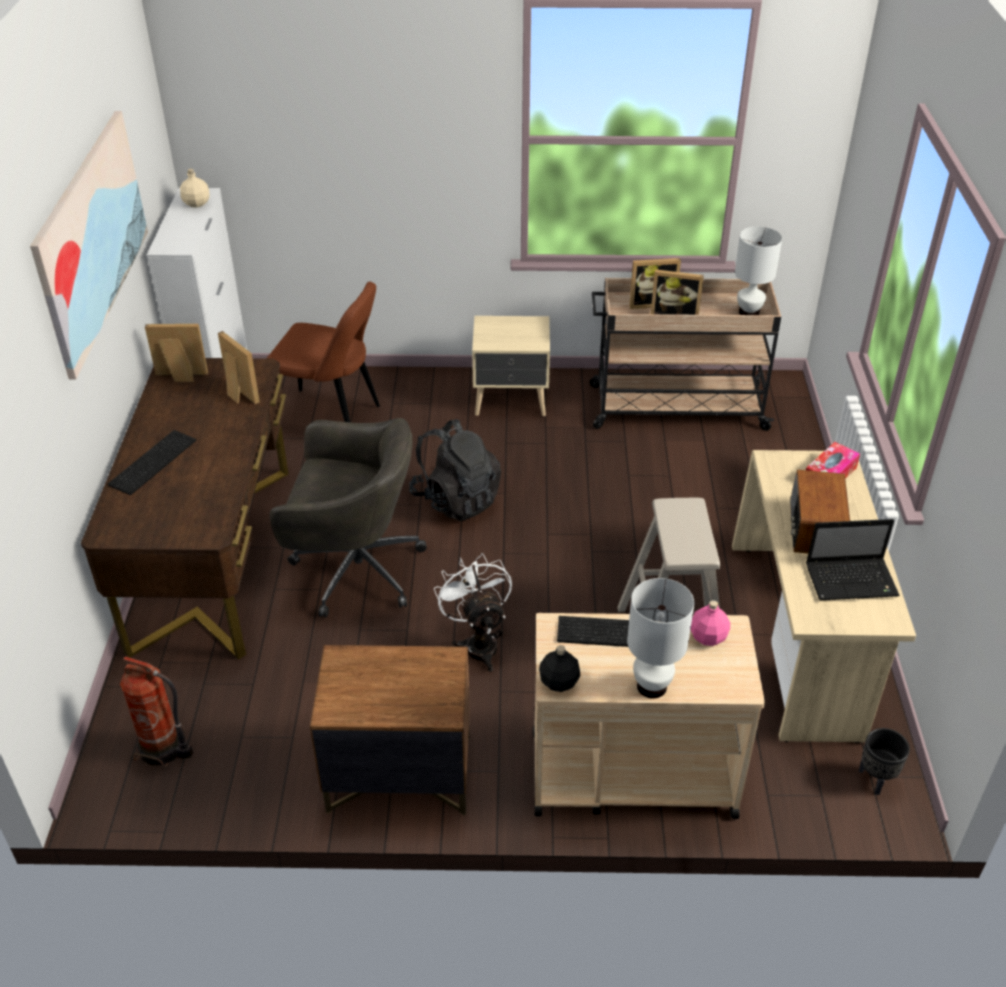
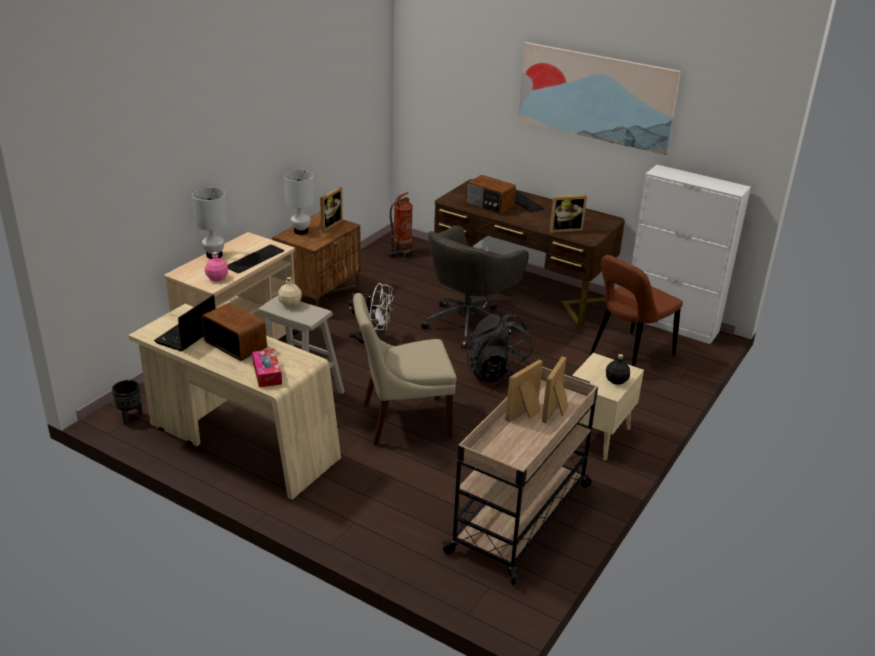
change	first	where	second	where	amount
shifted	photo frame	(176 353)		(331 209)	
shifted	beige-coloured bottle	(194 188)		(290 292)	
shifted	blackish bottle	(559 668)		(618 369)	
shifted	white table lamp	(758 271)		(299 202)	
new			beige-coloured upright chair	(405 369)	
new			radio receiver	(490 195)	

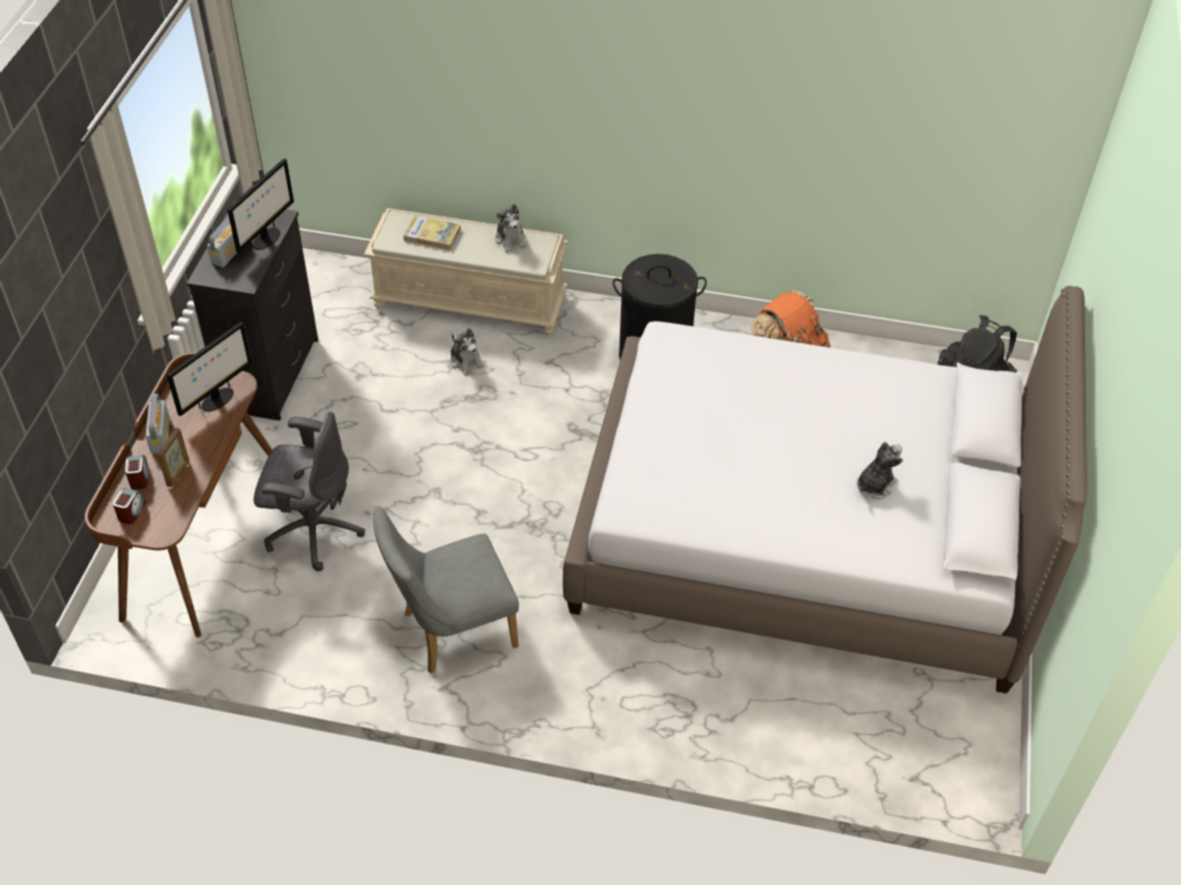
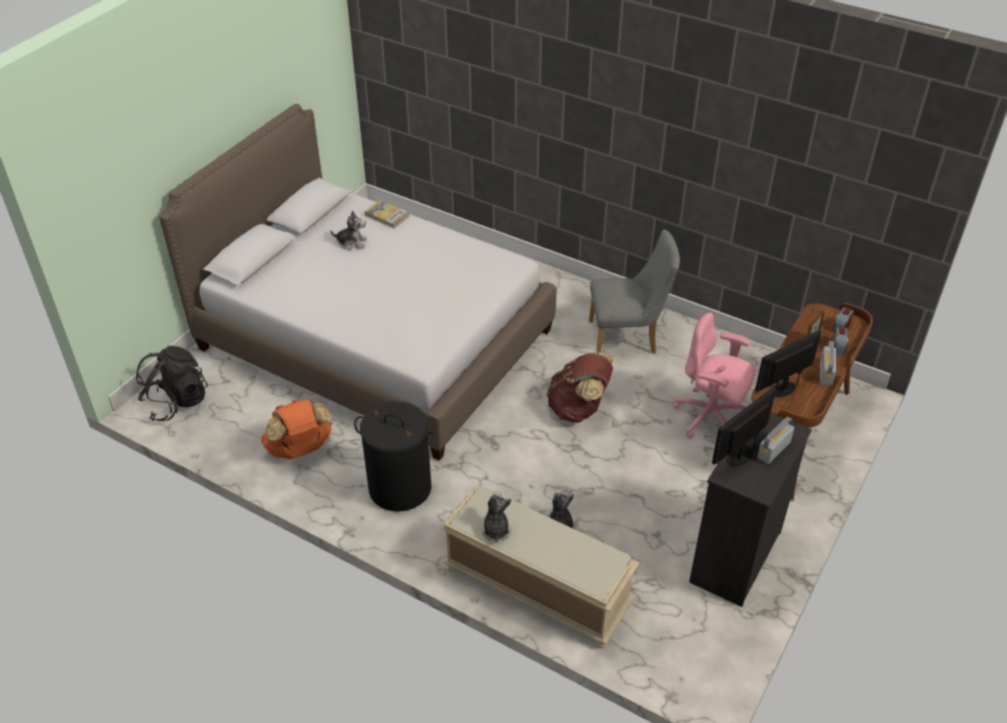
change	first	where	second	where	amount
repainted	gray computer chair	(309 491)	pink computer chair	(715 376)	
shifted	volume	(432 233)		(386 214)	
rotated	cuddly toy	(879 471)		(349 230)	150 degrees counterclockwise
new			brown-coloured knapsack	(579 387)	

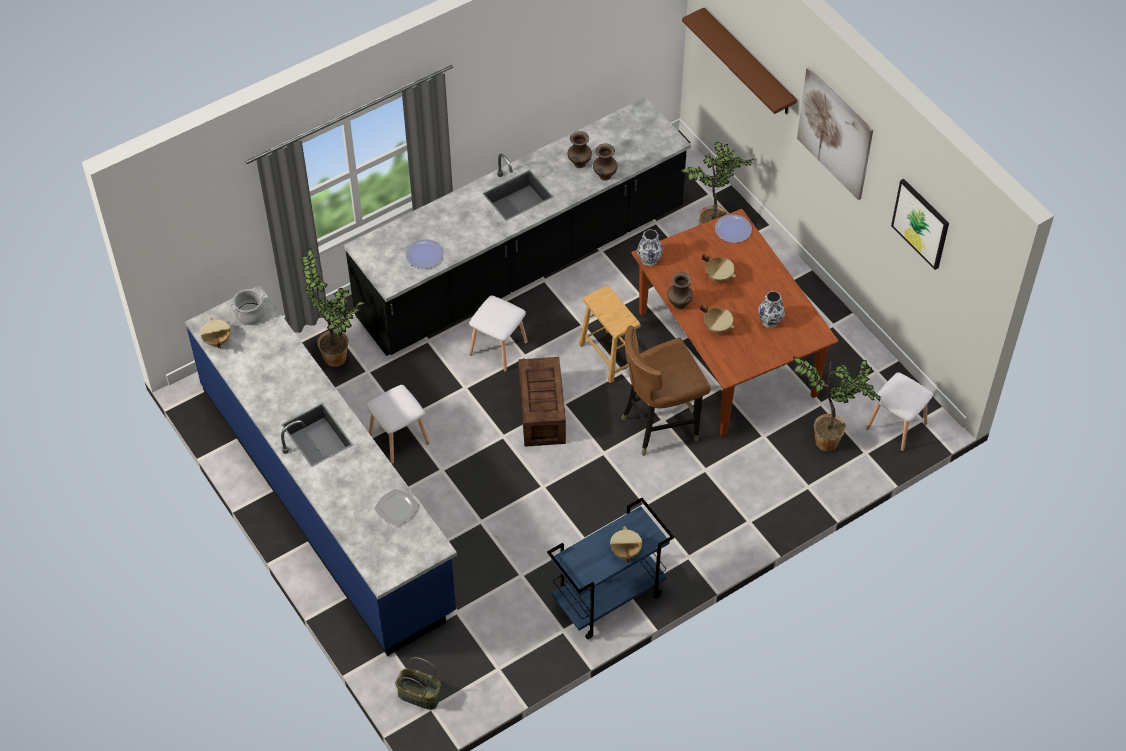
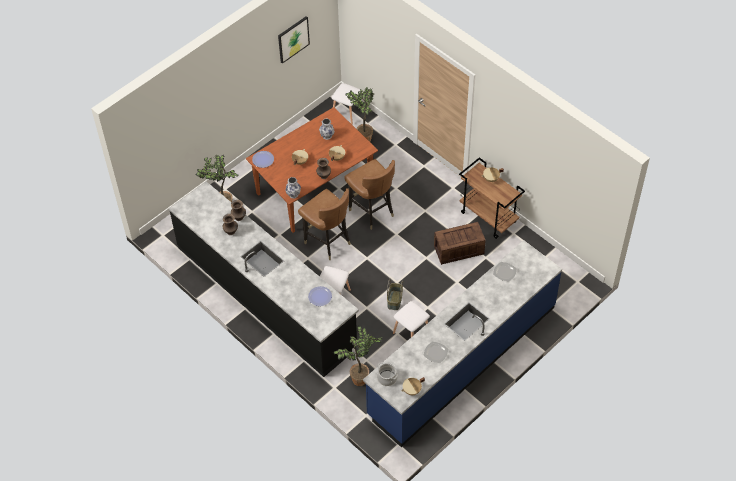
change	first	where	second	where	amount
shifted	household basket	(418 683)		(395 294)	
shifted	crate	(542 402)		(460 243)	
repainted	blue-coloured trolley	(610 568)	brown-coloured trolley	(492 198)	
swapped	brown-coloured stool	(610 334)	brown-coloured upright chair	(324 224)	
gone	brown-coloured shelf	(739 61)			
gone	wall picture	(835 134)			
new			dinner plate	(436 352)	

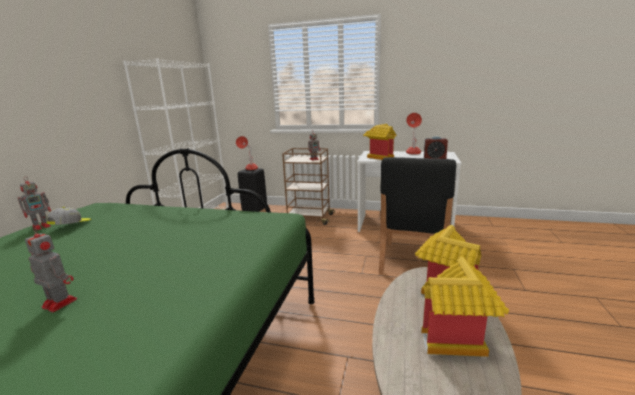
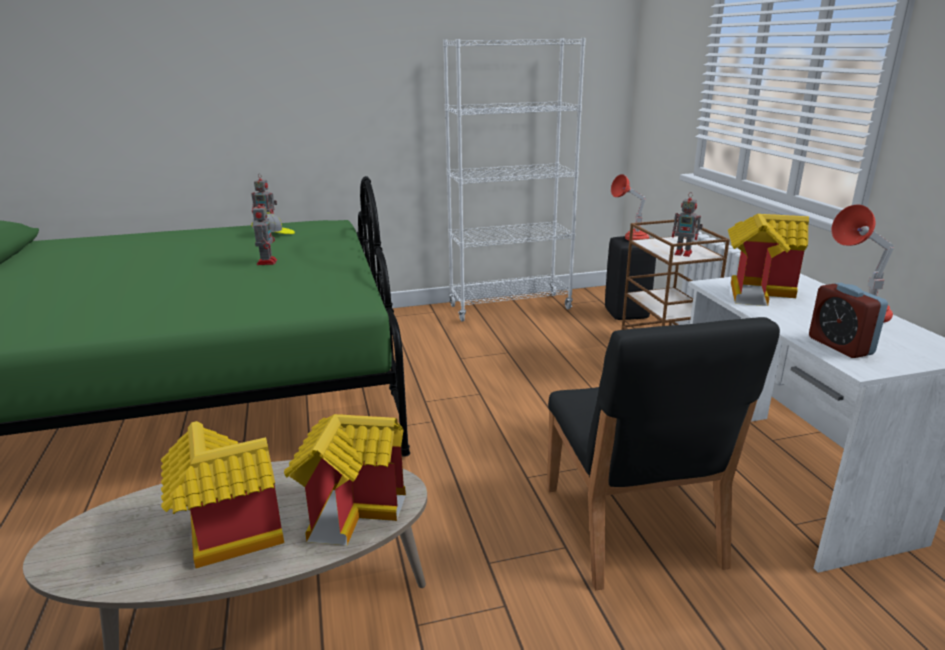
change	first	where	second	where	amount
shifted	model robot	(51 269)		(265 232)	
rotated	blackish upright chair	(417 215)		(663 453)	90 degrees counterclockwise

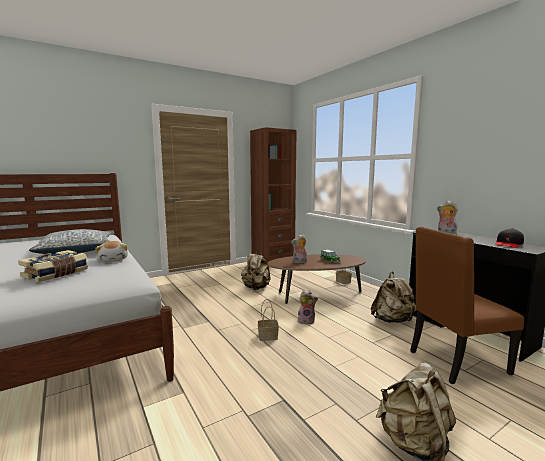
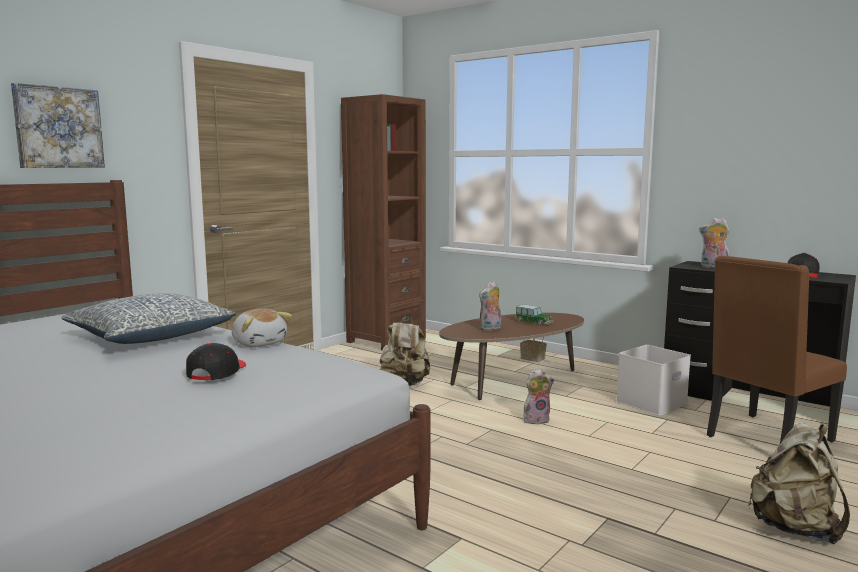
change	first	where	second	where	amount
swapped	volume	(53 266)	blackish cap	(216 361)	
gone	household basket	(268 320)			
swapped	beige-coloured knapsack	(393 297)	white storage container	(653 380)	
new			wall picture	(58 125)	

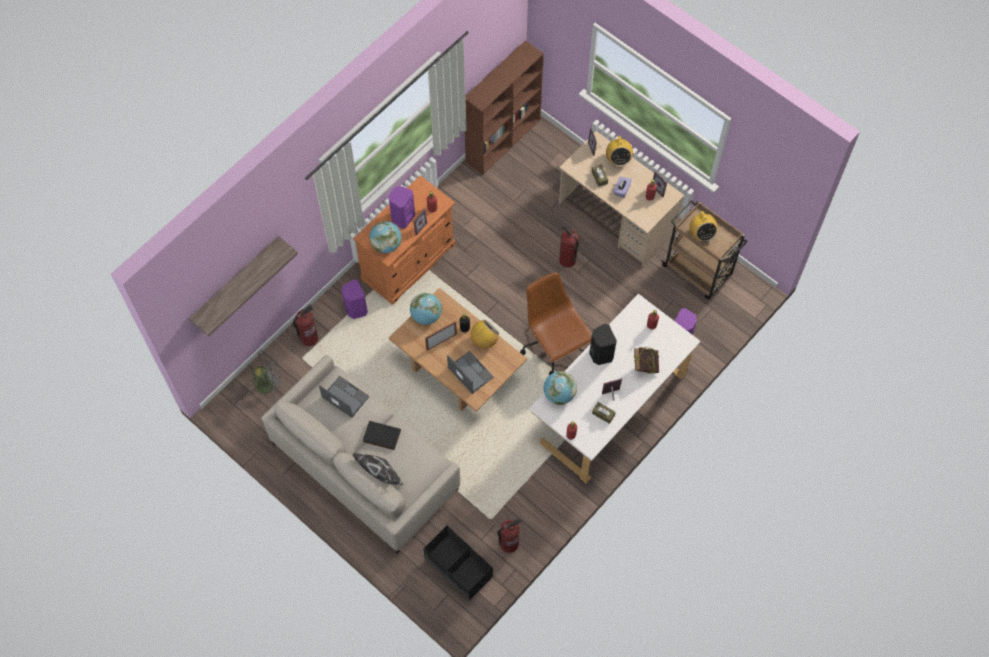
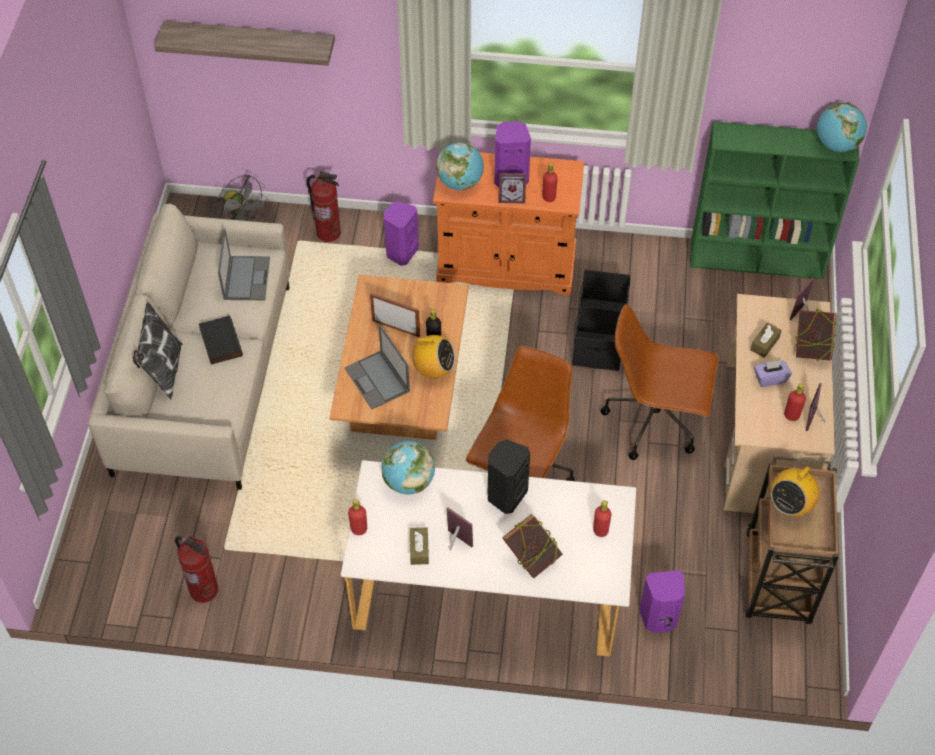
change	first	where	second	where	amount
shifted	world globe	(426 309)		(842 127)	
shifted	blackish storage container	(458 562)		(601 320)	
rotated	portable computer	(470 372)		(377 366)	135 degrees clockwise
repainted	brown-coloured shelving unit	(504 107)	green-coloured shelving unit	(775 200)	
swapped	fire-fighting cylinder	(569 245)	brown-coloured computer chair	(660 382)	
swapped	radio receiver	(619 151)	volume	(816 335)	

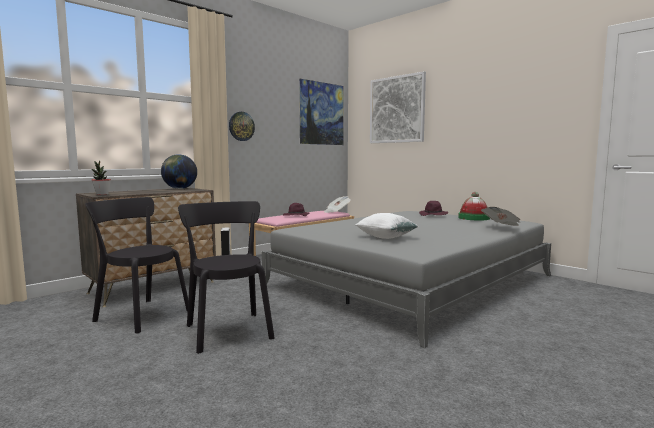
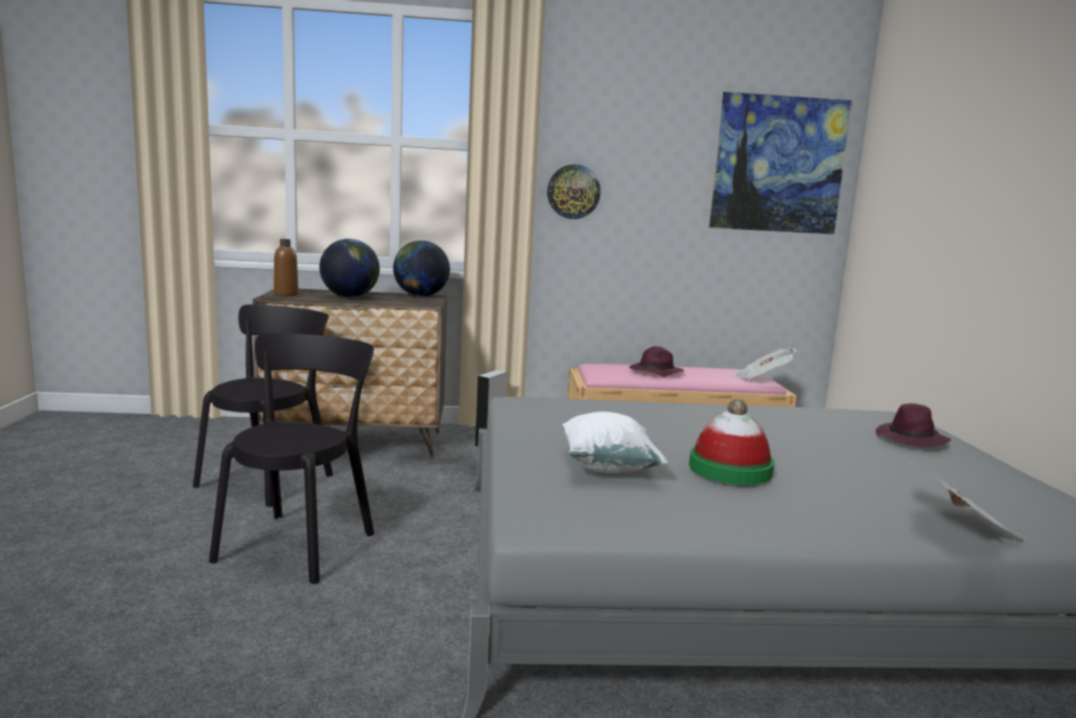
change	first	where	second	where	amount
rotated	blackish upright chair	(136 265)		(263 405)	45 degrees clockwise
swapped	houseplant	(101 178)	brown-coloured bottle	(286 267)	
gone	wall picture	(398 107)			
shifted	hat	(474 206)		(731 442)	
new			world globe	(349 268)	

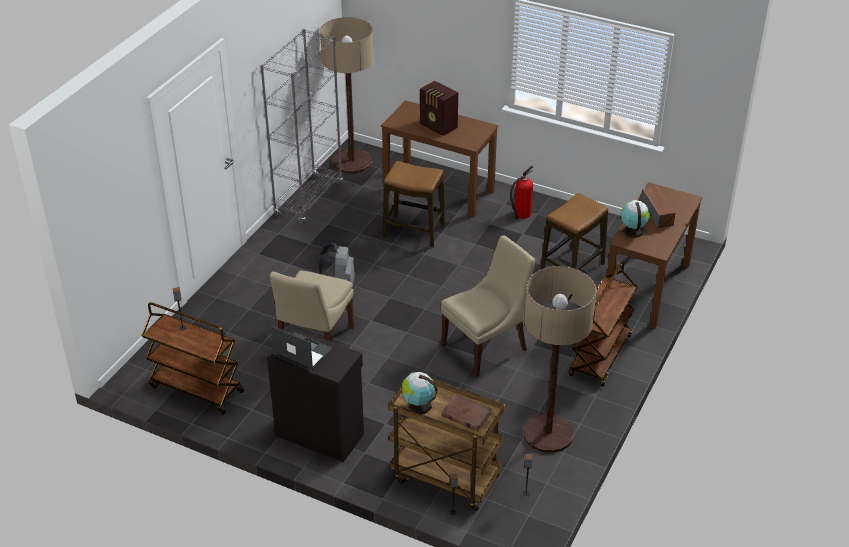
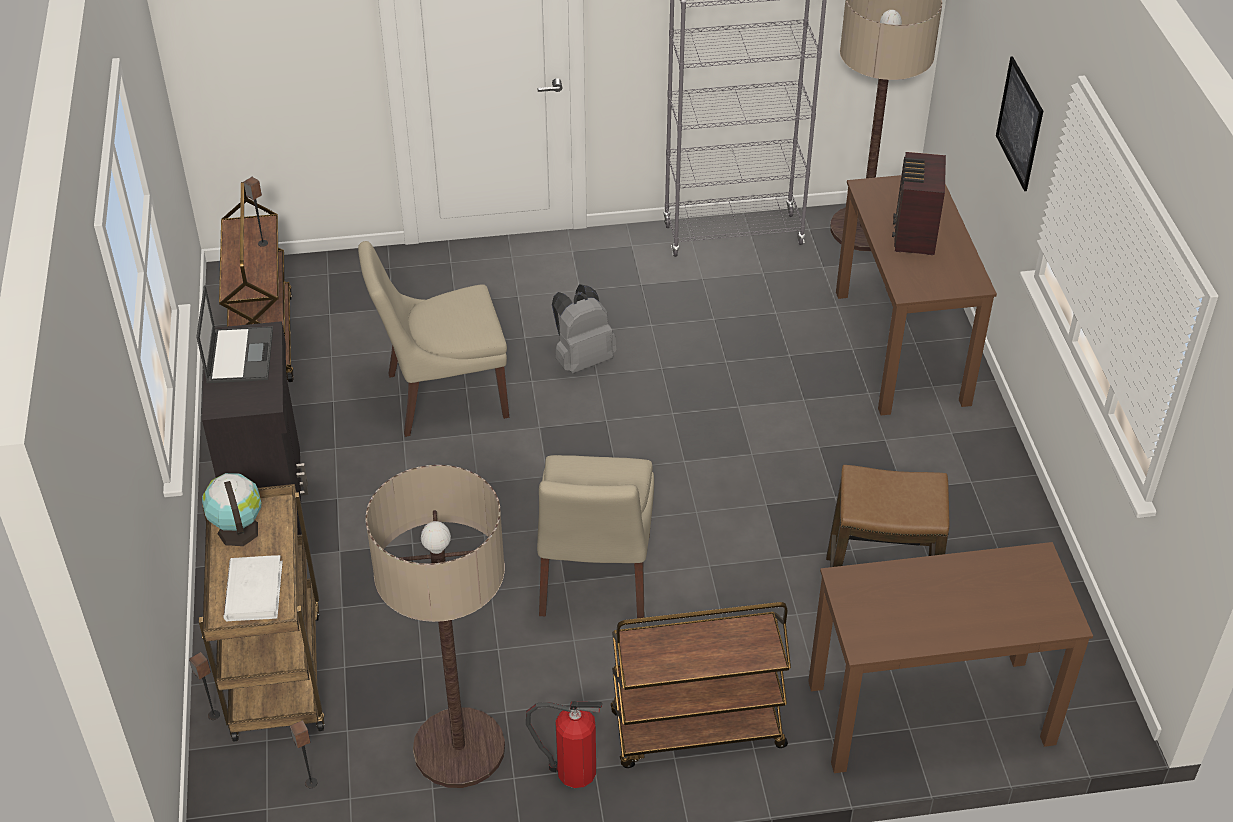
change	first	where	second	where	amount
gone	stool	(414 204)			
rotated	beige-coloured upright chair	(488 306)		(595 536)	75 degrees clockwise
repainted	brown-coloured volume	(467 412)	white volume	(253 588)	
shifted	fire-fighting cylinder	(521 192)		(564 744)	
gone	world globe	(635 219)			
gone	audio speaker	(658 208)			
new			wall picture	(1019 123)	

